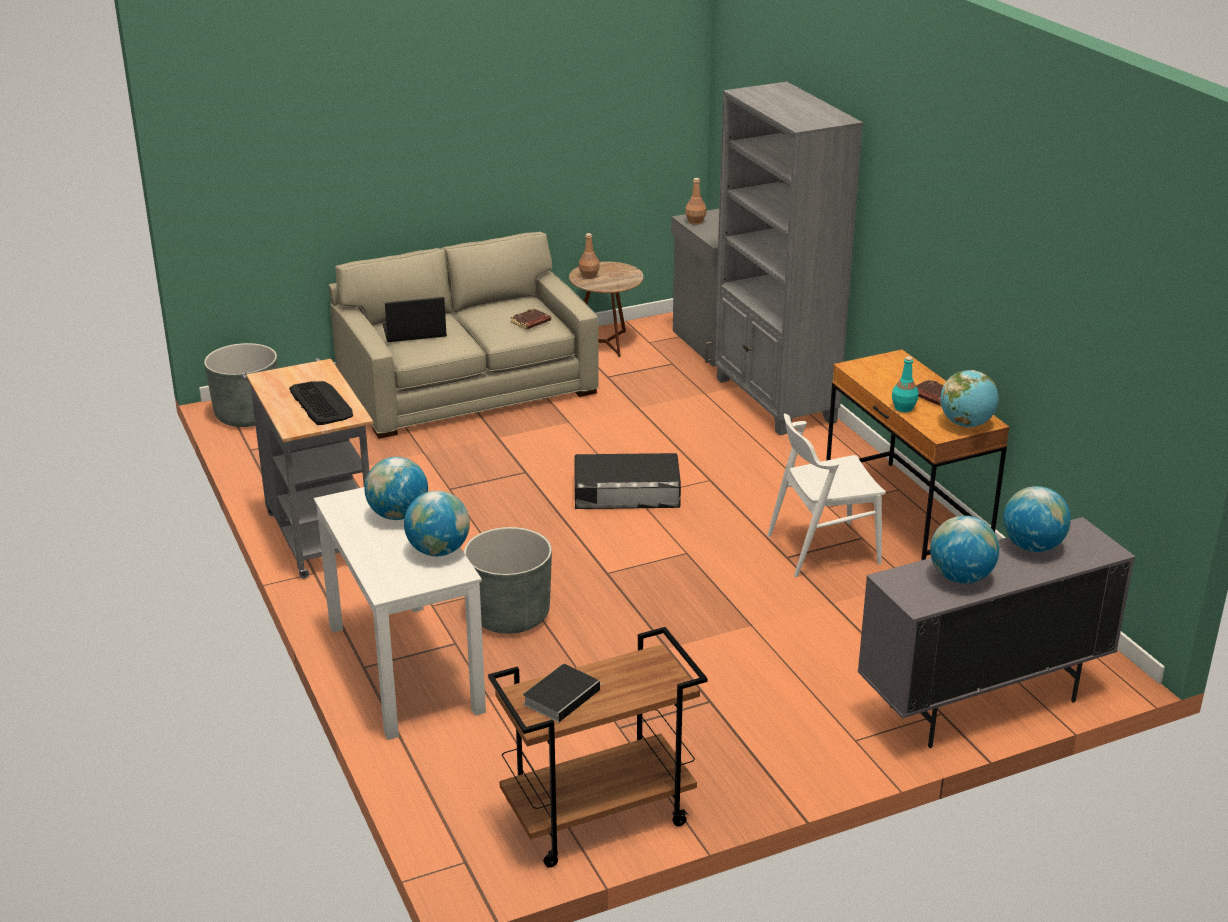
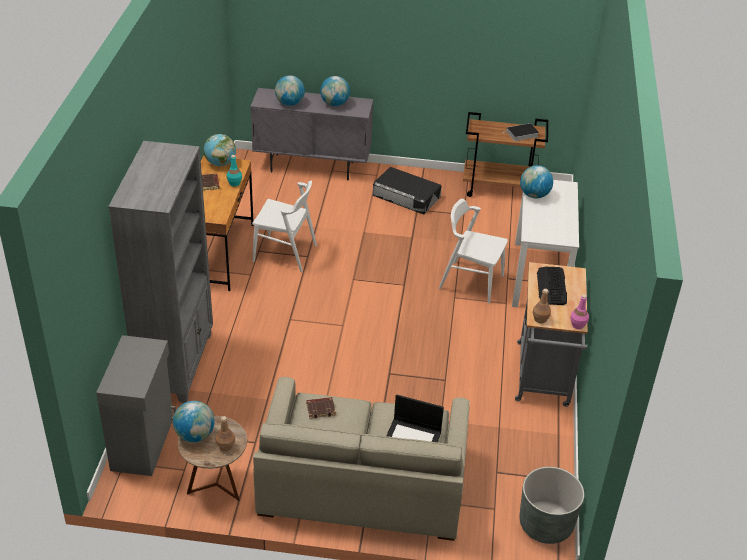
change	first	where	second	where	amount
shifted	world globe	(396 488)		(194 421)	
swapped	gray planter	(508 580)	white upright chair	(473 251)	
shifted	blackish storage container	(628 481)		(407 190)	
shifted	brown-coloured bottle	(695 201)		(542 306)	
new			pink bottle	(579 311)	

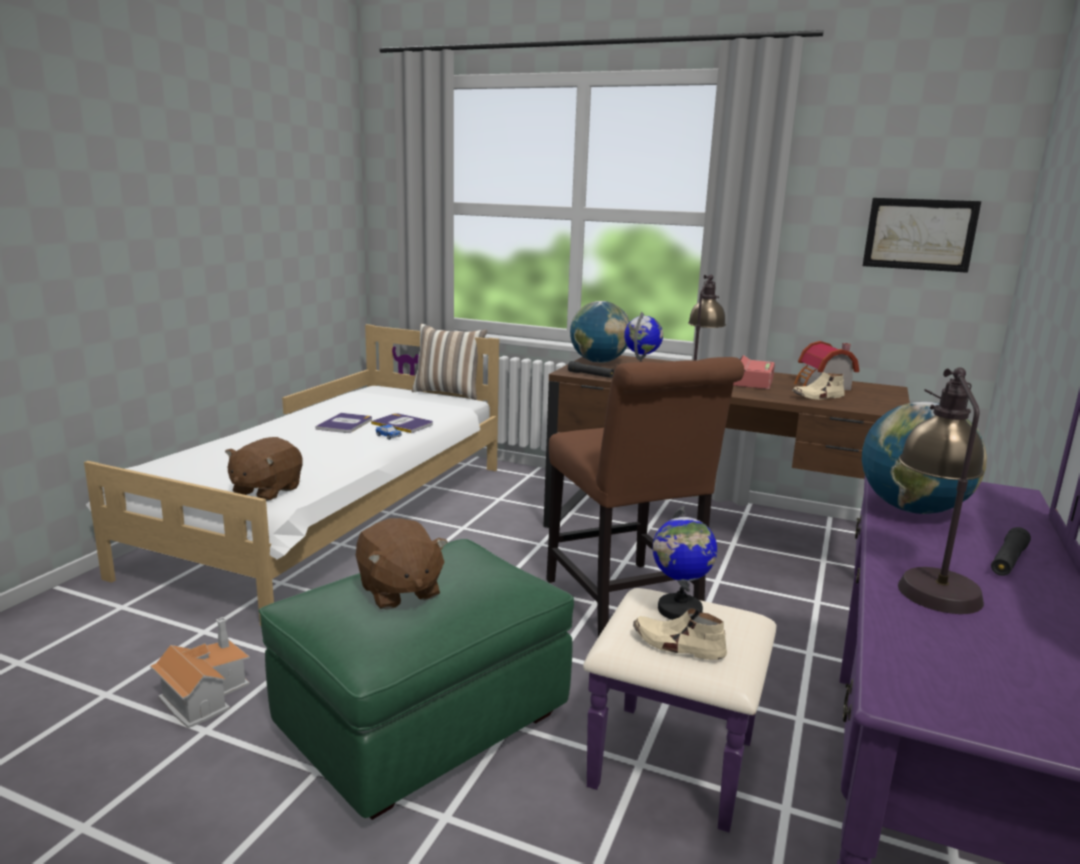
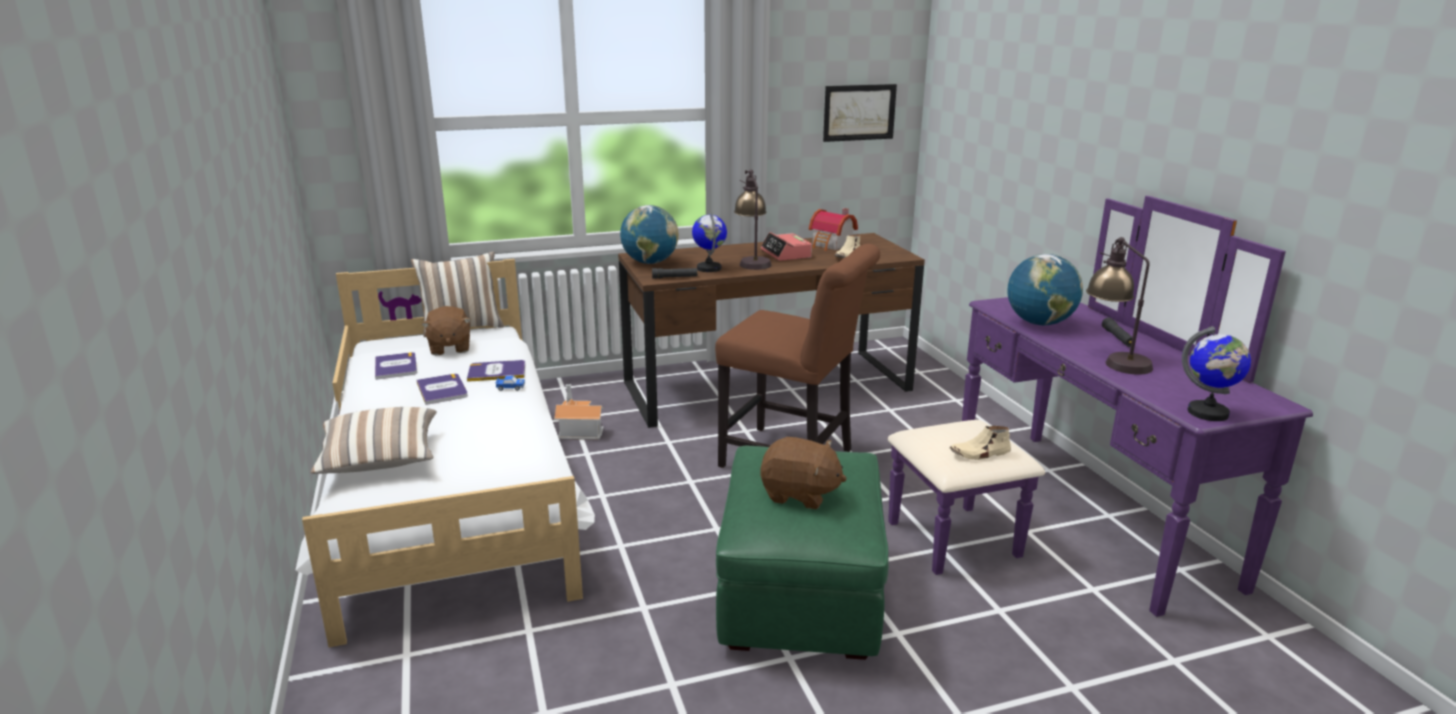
change	first	where	second	where	amount
shifted	toy house	(200 672)		(579 412)	
shifted	brown-coloured cuddly toy	(264 469)		(446 330)	
shifted	world globe	(685 563)		(1216 373)	
new			throw pillow	(374 440)	
new			volume	(396 366)	

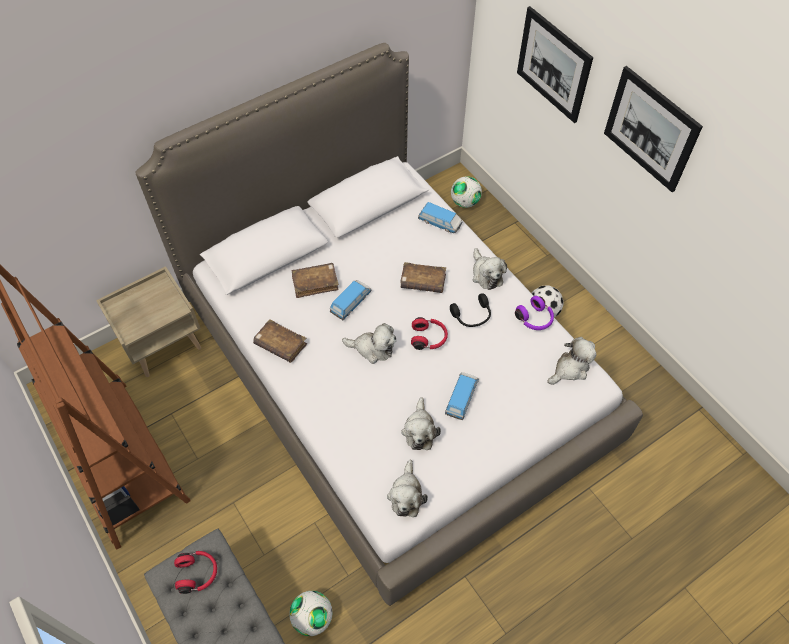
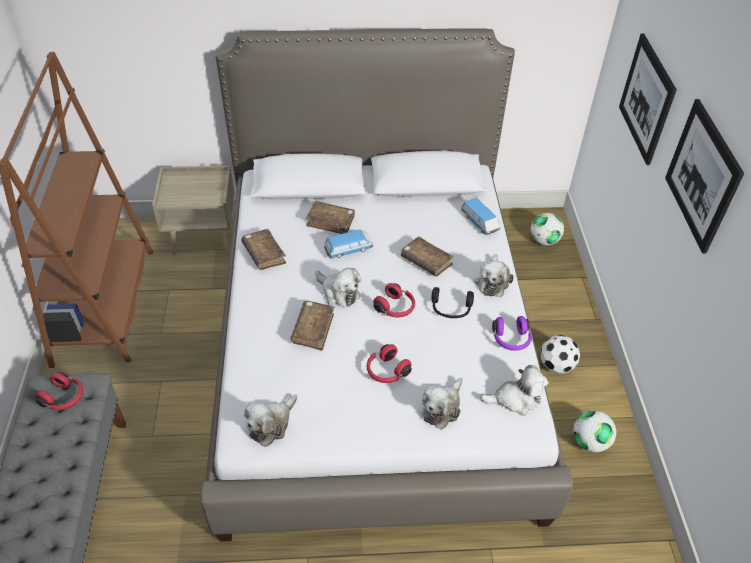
change	first	where	second	where	amount
shifted	football ball	(310 613)		(594 431)	
shifted	cuddly toy	(421 423)		(442 404)	
swapped	model car	(462 396)	reddish headset	(389 363)	
new			brown-coloured volume	(312 326)	

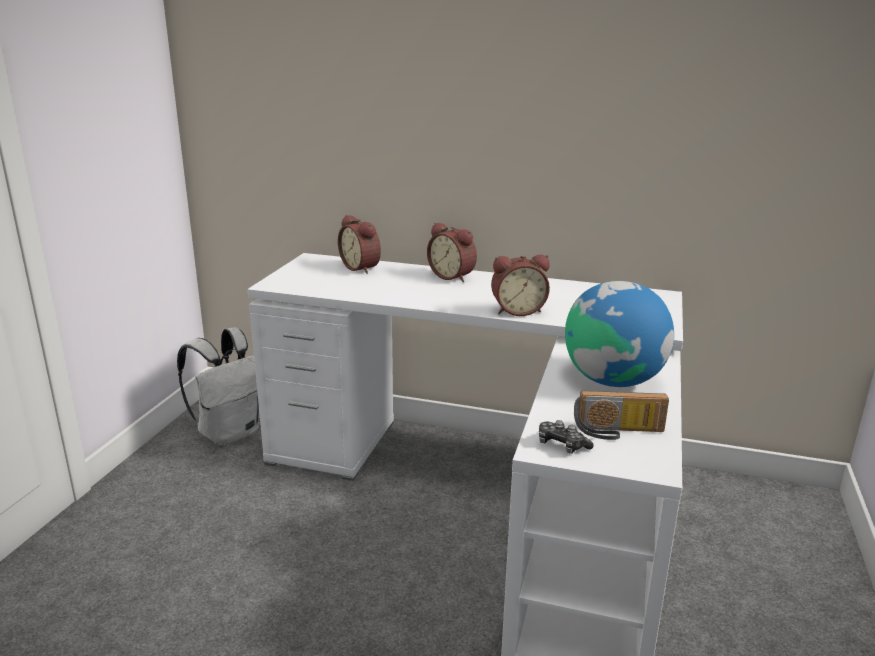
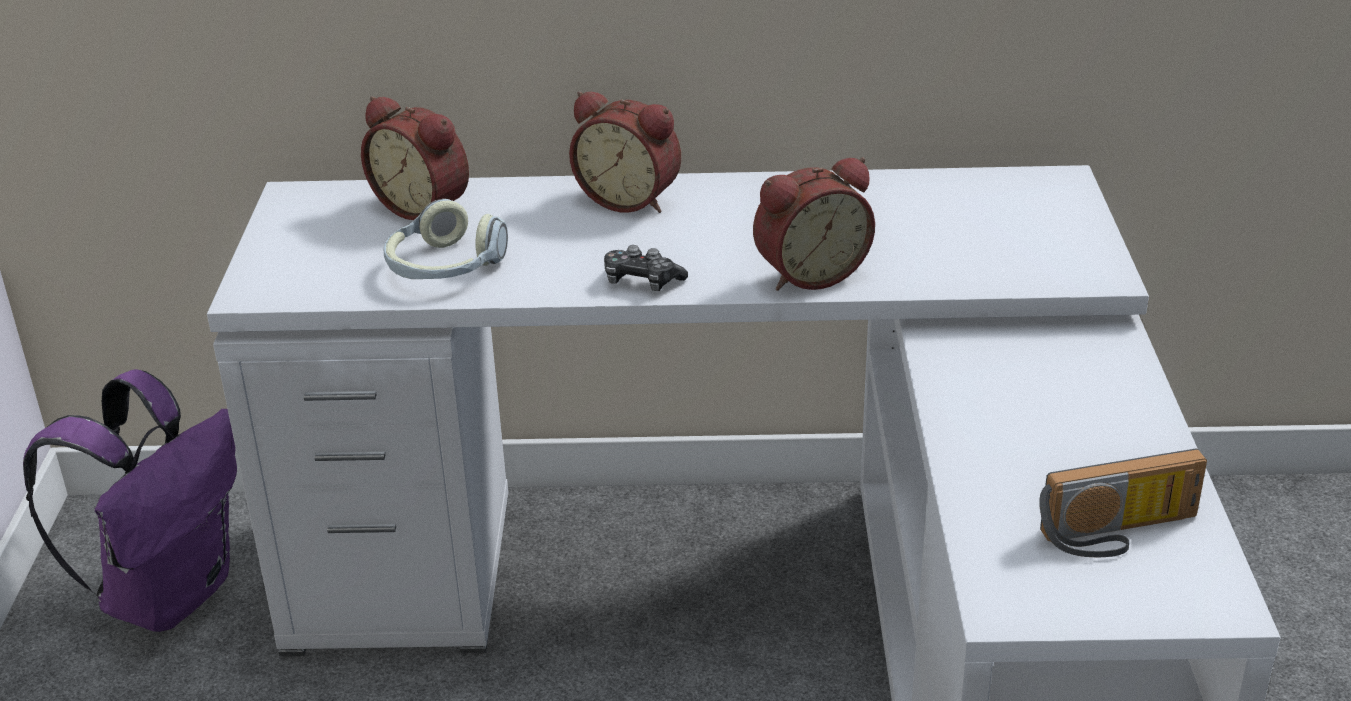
change	first	where	second	where	amount
repainted	white knapsack	(218 386)	purplish knapsack	(130 500)	
shifted	gamepad	(566 437)		(646 268)	
gone	world globe	(619 334)			
new			headset	(446 239)	

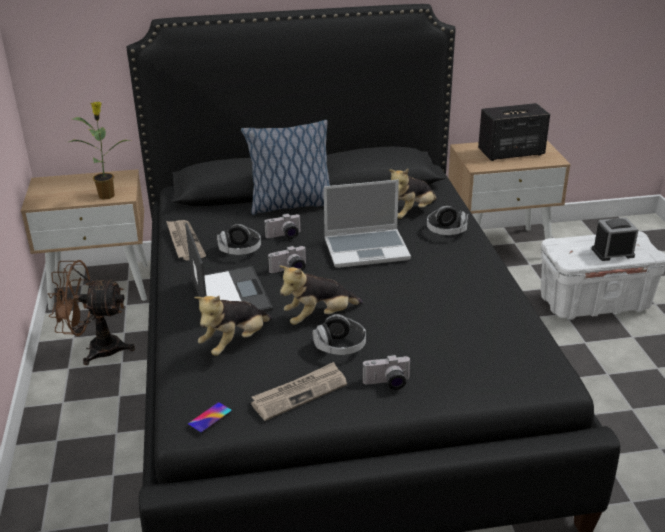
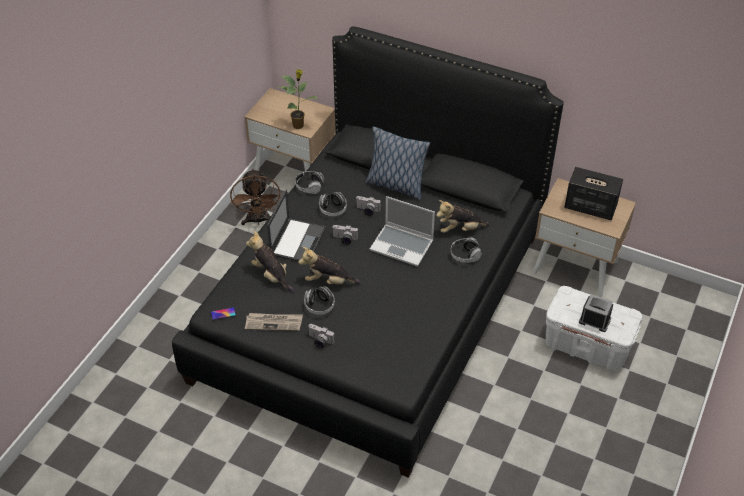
change	first	where	second	where	amount
rotated	brown-coloured electric fan	(91 312)		(255 196)	135 degrees counterclockwise
swapped	printed paper	(186 240)	headset	(310 182)	
rotated	cuddly toy	(233 326)		(270 262)	60 degrees clockwise

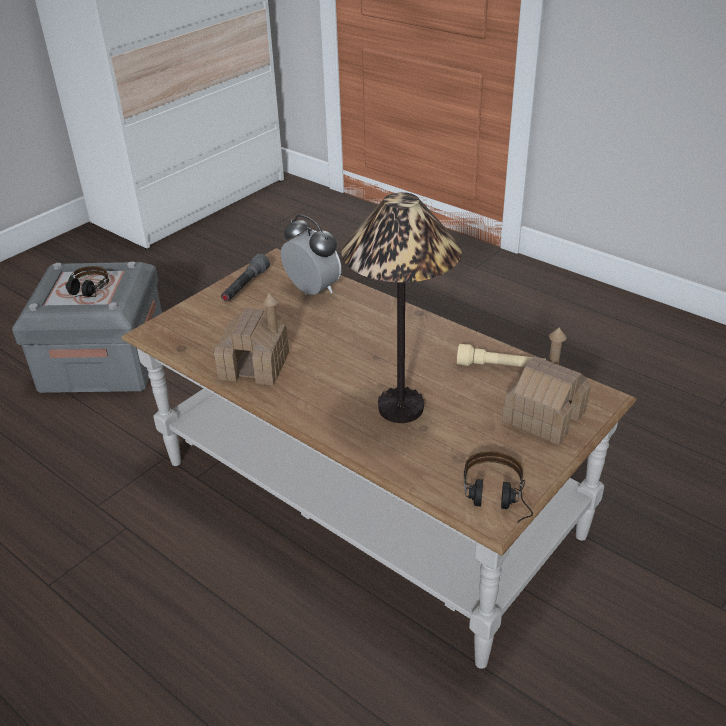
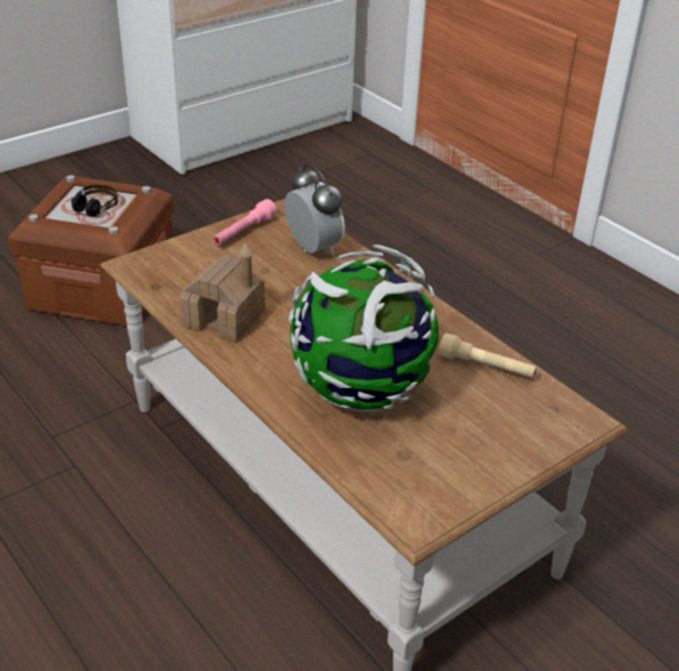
change	first	where	second	where	amount
repainted	gray storage container	(87 327)	brown-coloured storage container	(91 250)	
repainted	gray hand torch	(245 277)	pink hand torch	(245 222)	
swapped	table lamp	(401 307)	world globe	(364 328)	
gone	headset	(498 487)			
gone	toy house	(546 387)			

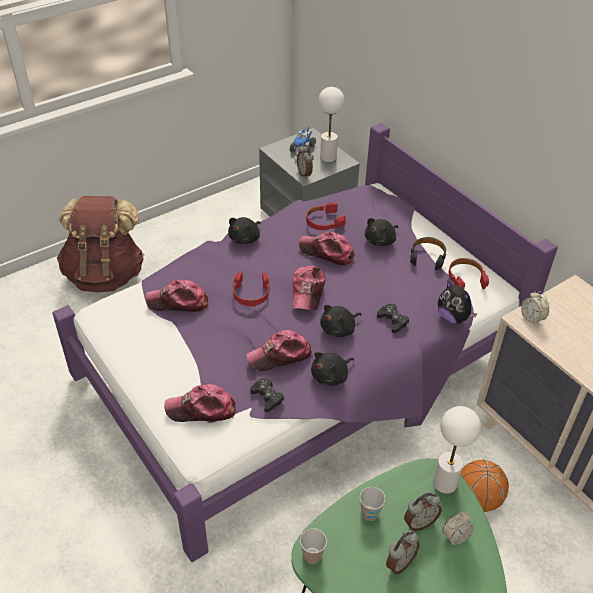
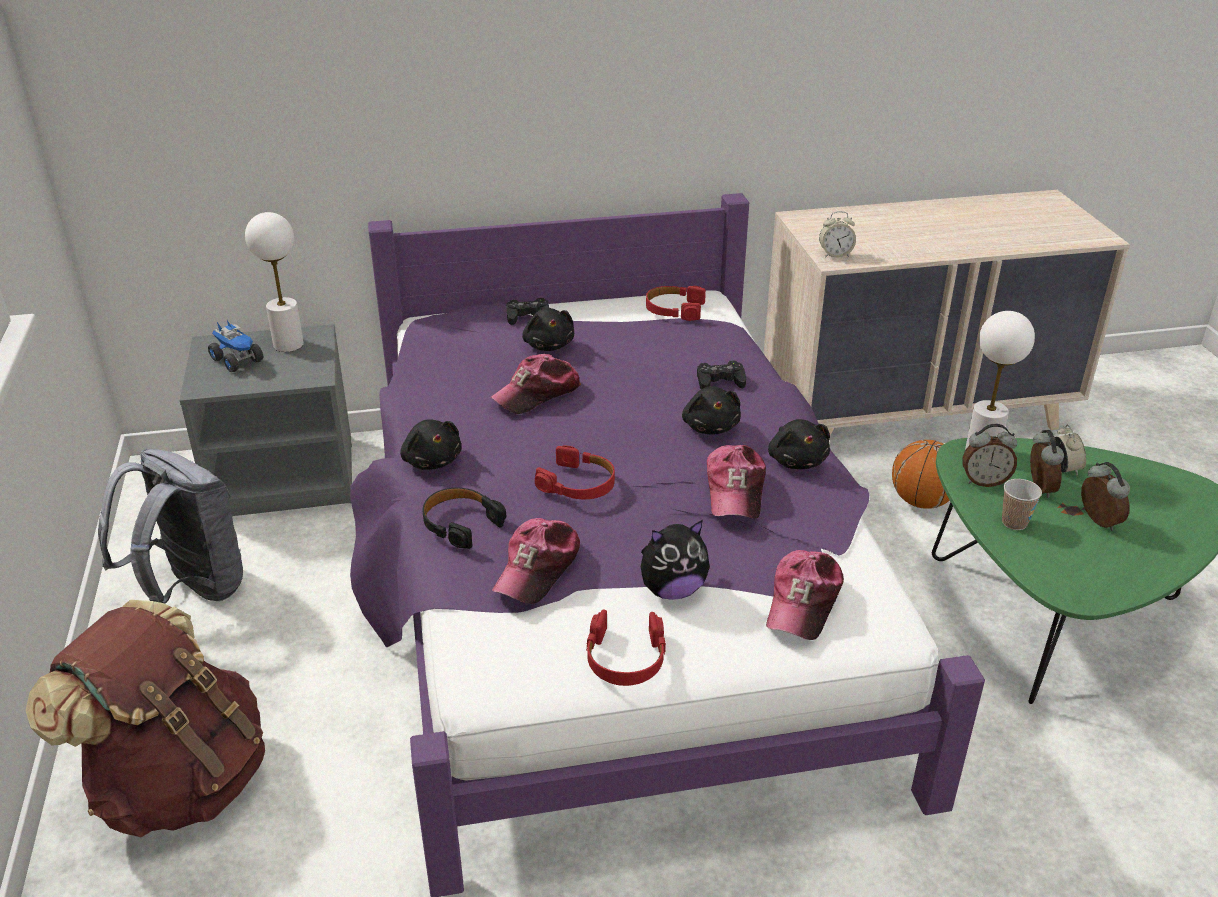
change	first	where	second	where	amount
shifted	blackish gamepad	(267 395)		(527 311)	
gone	cap	(308 288)			
shifted	alarm clock	(305 162)		(989 455)	
gone	drinking cup	(313 546)			
shifted	reddish headset	(326 216)		(626 647)	
shifted	blackish headset	(428 253)		(464 518)	
shifted	cuddly toy	(457 302)		(675 560)	
new			gray knapsack	(170 526)	

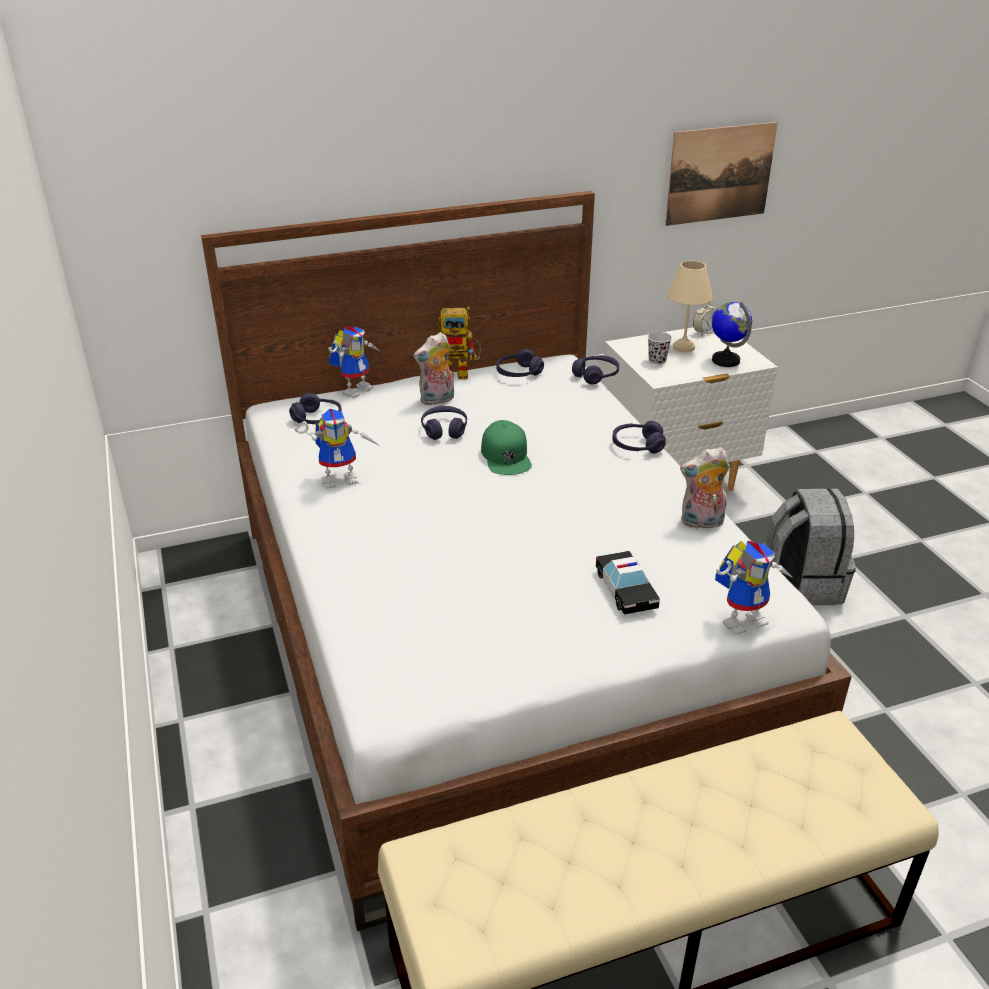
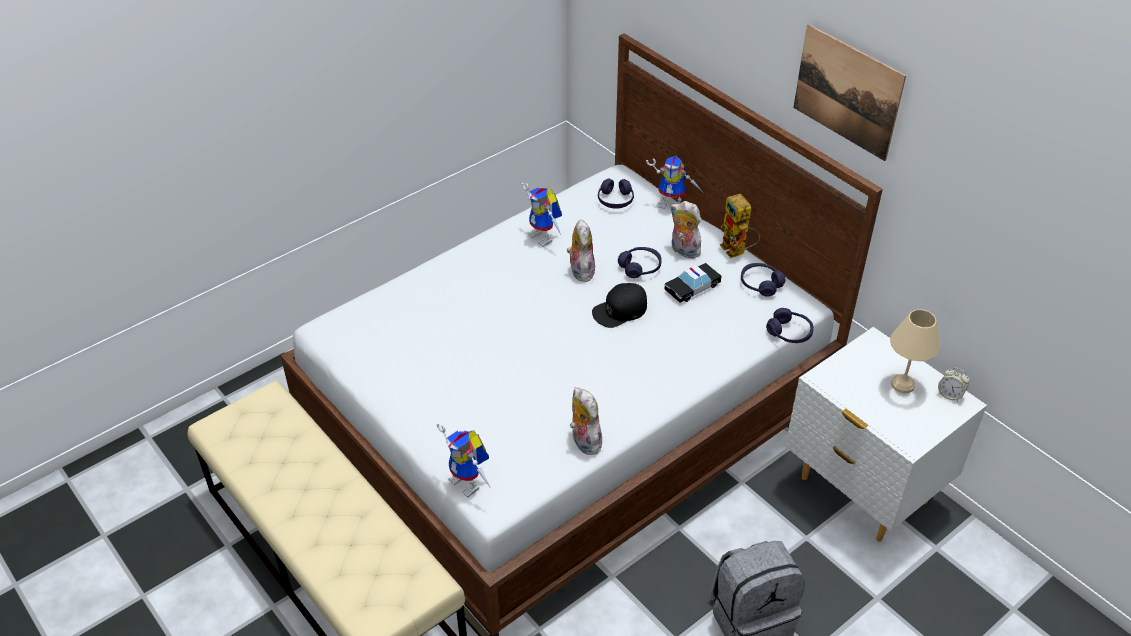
change	first	where	second	where	amount
repainted	green-coloured cap	(506 447)	blackish cap	(619 305)	
shifted	model car	(628 583)		(693 283)	
gone	purplish headset	(639 437)			
gone	blackish drinking cup	(660 348)			
shifted	wall picture	(721 174)		(849 92)	
gone	world globe	(732 334)			
new			cuddly toy	(581 251)	

